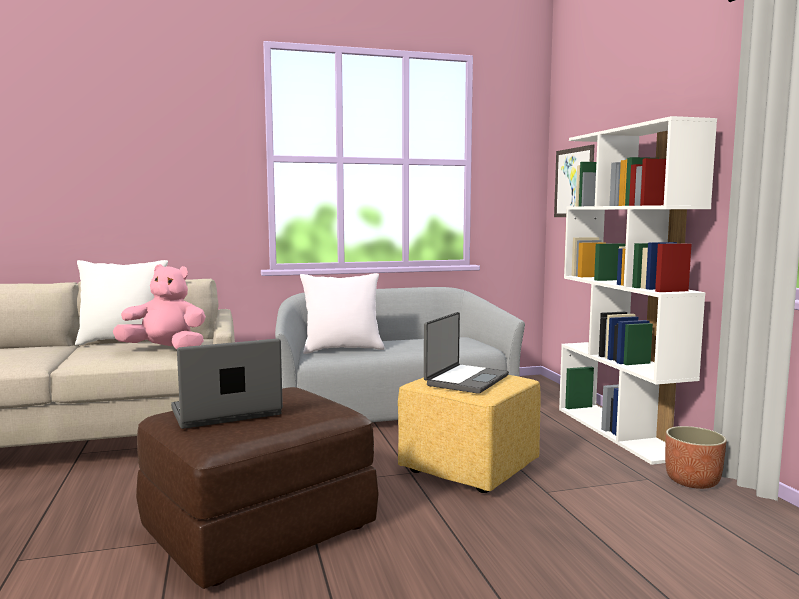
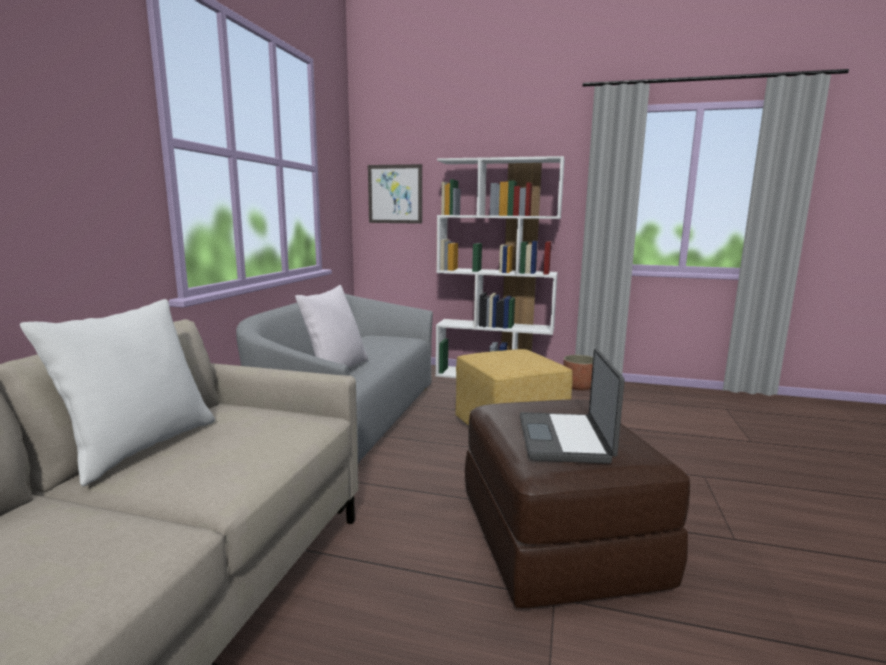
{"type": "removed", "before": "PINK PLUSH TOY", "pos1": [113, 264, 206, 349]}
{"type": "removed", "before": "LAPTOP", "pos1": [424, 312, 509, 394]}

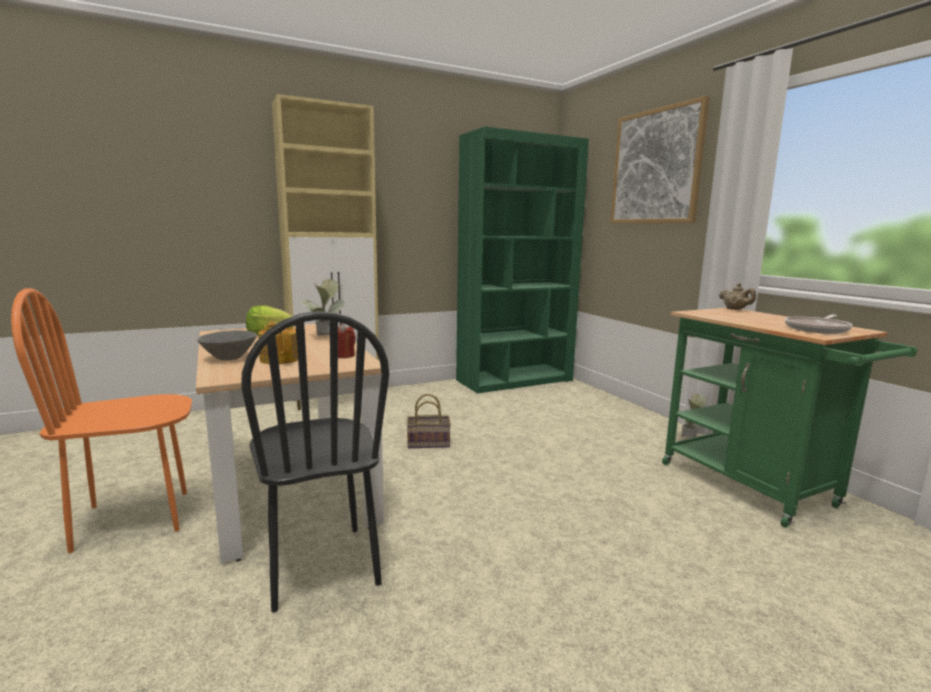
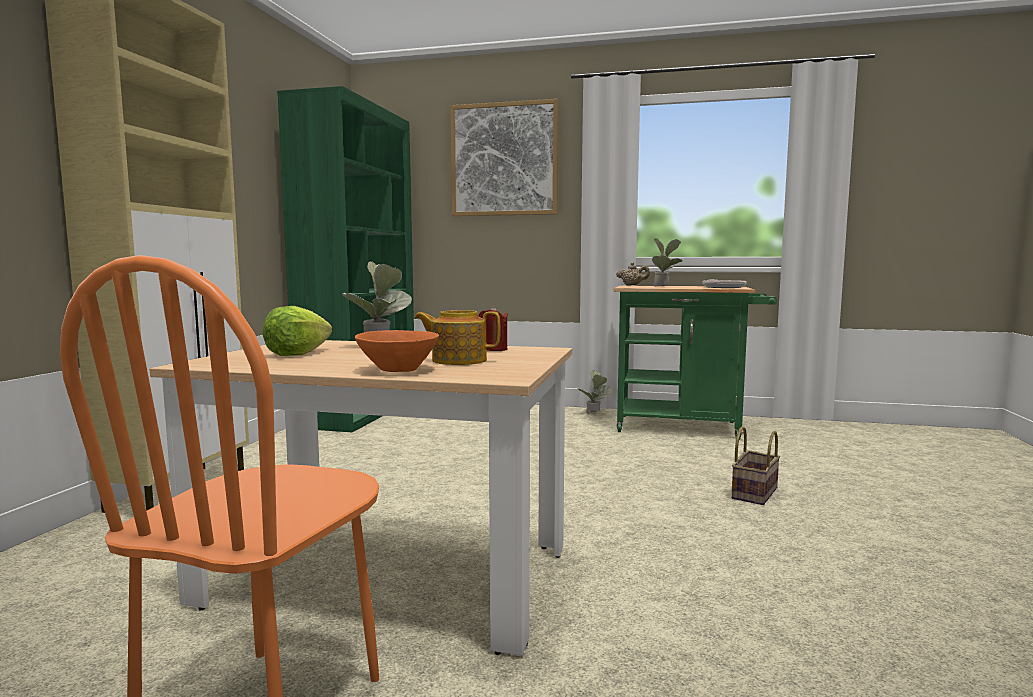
{"type": "removed", "before": "BLACK CHAIR", "pos1": [241, 311, 389, 613]}
{"type": "added", "after": "POTTED PLANT", "pos2": [652, 238, 683, 286]}
{"type": "moved", "before": "BASKET", "pos1": [407, 394, 451, 448], "pos2": [731, 426, 780, 505]}
{"type": "recoloured", "before": "GREY BOWL", "after": "ORANGE BOWL", "pos1": [197, 330, 257, 361], "pos2": [355, 330, 439, 372]}

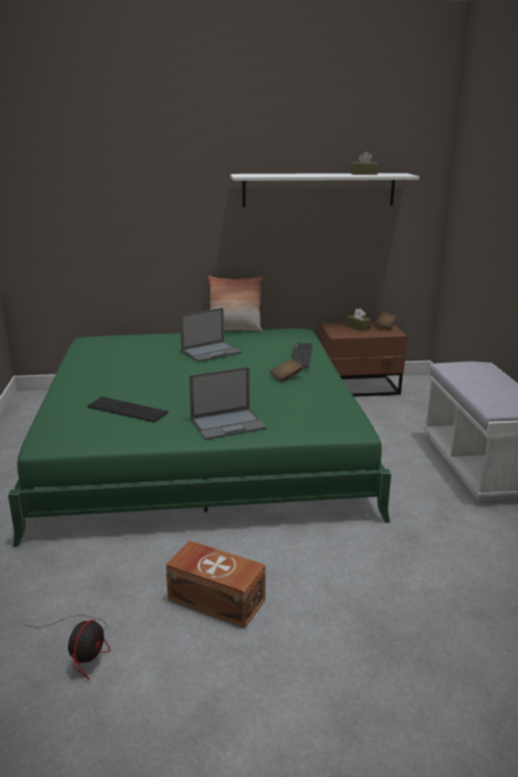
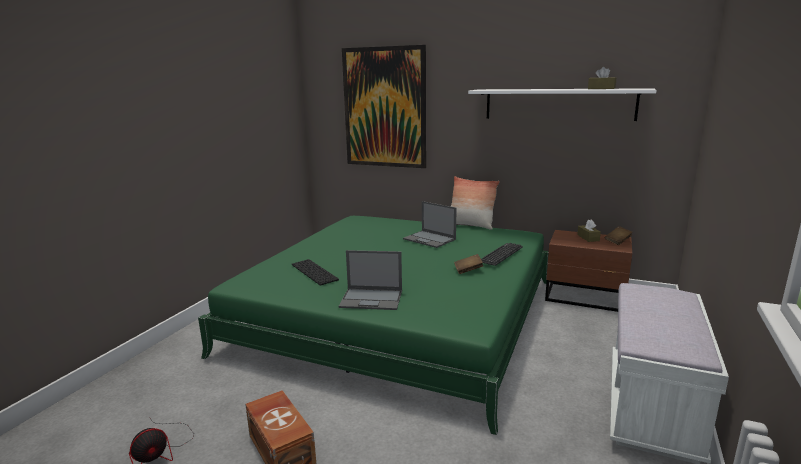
{"type": "added", "after": "PICTURE", "pos2": [342, 45, 426, 168]}
{"type": "turned", "before": "LAPTOP", "pos1": [180, 308, 242, 362], "pos2": [403, 201, 457, 248], "turn": 45}

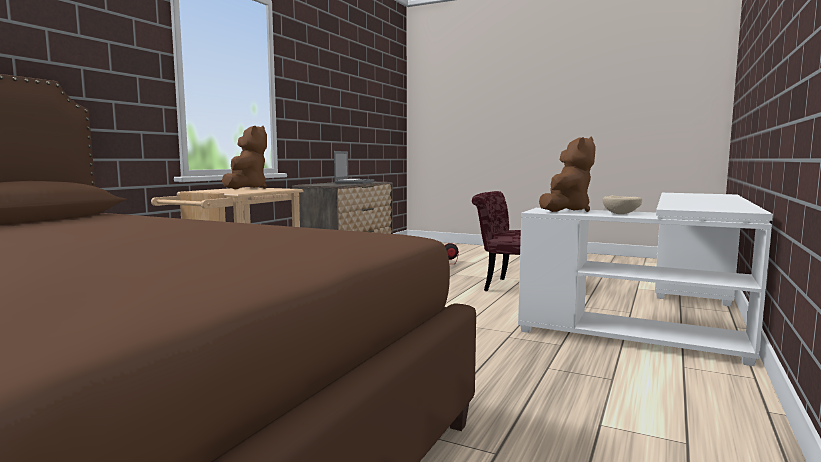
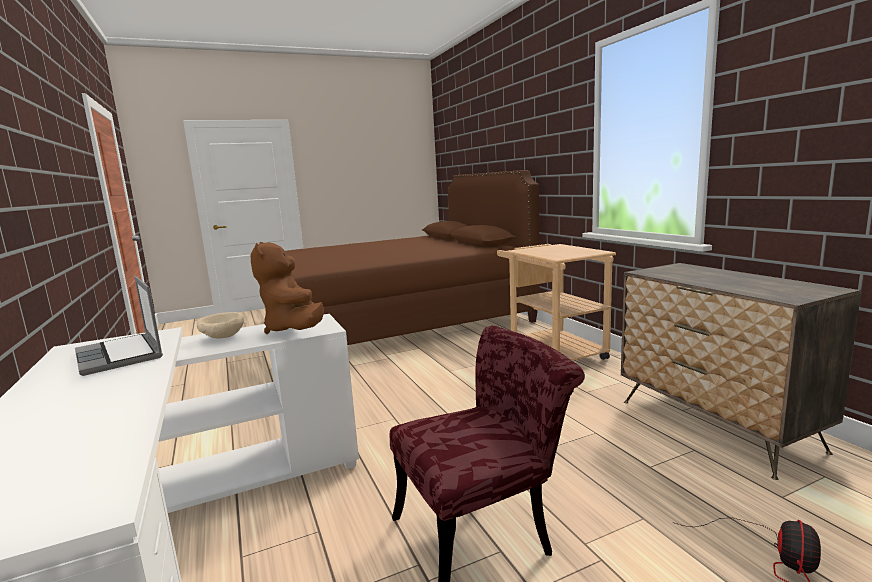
{"type": "removed", "before": "BROWN PLUSH TOY", "pos1": [222, 126, 267, 189]}
{"type": "moved", "before": "LAPTOP", "pos1": [334, 151, 374, 184], "pos2": [75, 276, 163, 376]}

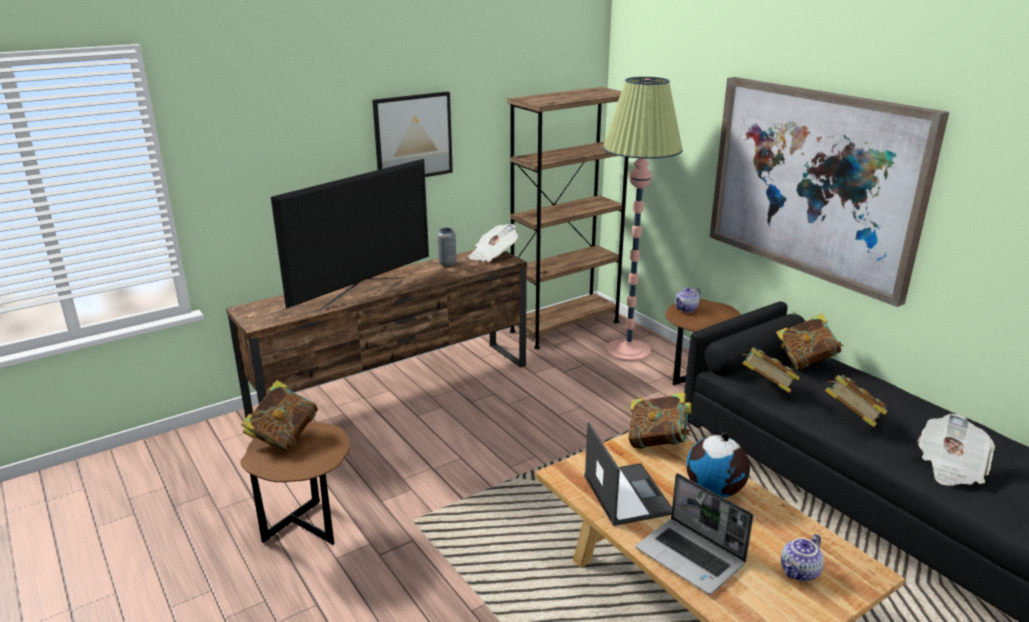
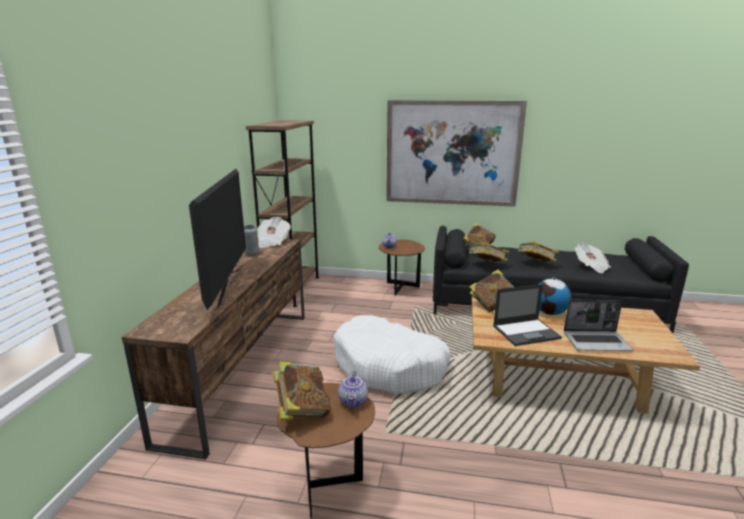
{"type": "removed", "before": "PICTURE", "pos1": [372, 91, 453, 177]}
{"type": "removed", "before": "FLOOR LAMP", "pos1": [603, 77, 683, 362]}
{"type": "added", "after": "WHITE DOG BED", "pos2": [334, 315, 451, 394]}
{"type": "moved", "before": "TEAPOT", "pos1": [781, 534, 824, 581], "pos2": [338, 371, 368, 409]}
{"type": "turned", "before": "LAPTOP", "pos1": [584, 422, 672, 526], "pos2": [493, 284, 562, 346], "turn": 135}

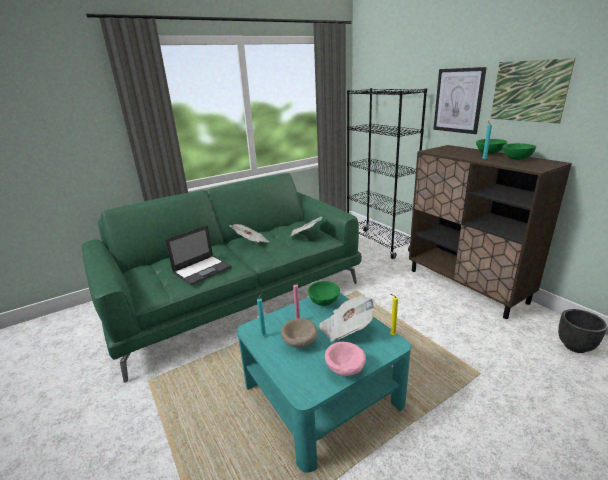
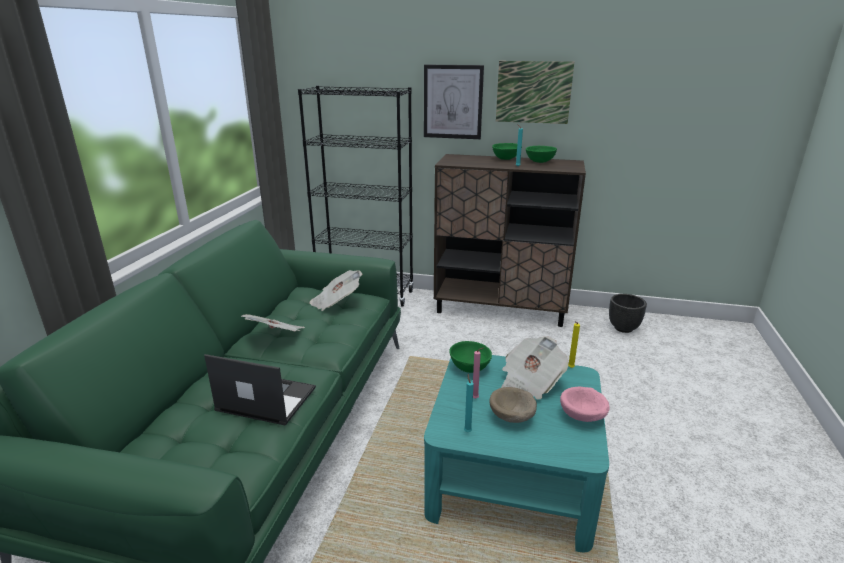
{"type": "turned", "before": "LAPTOP", "pos1": [165, 225, 232, 286], "pos2": [204, 354, 316, 426], "turn": -75}

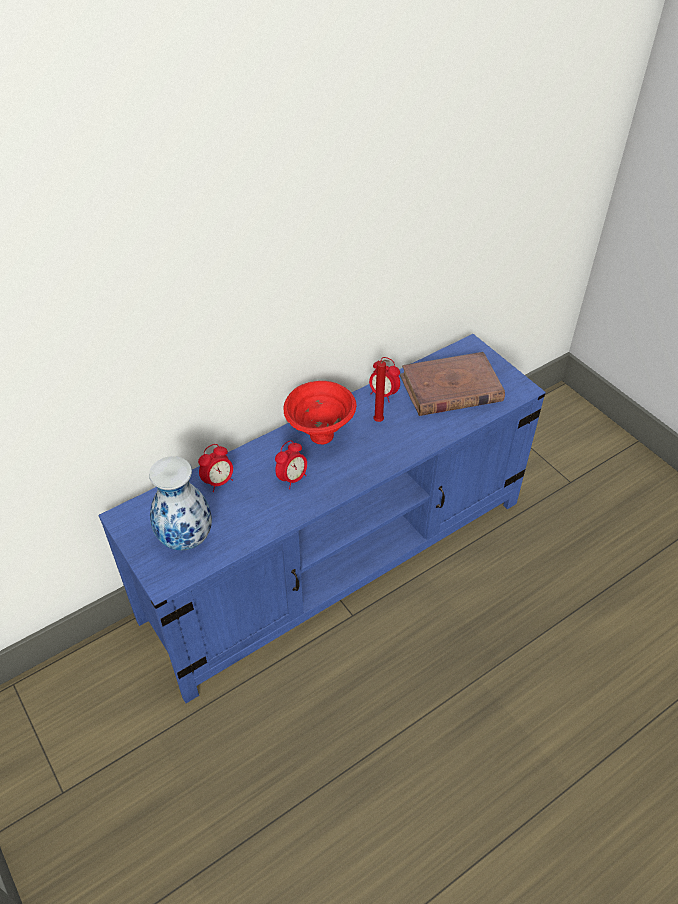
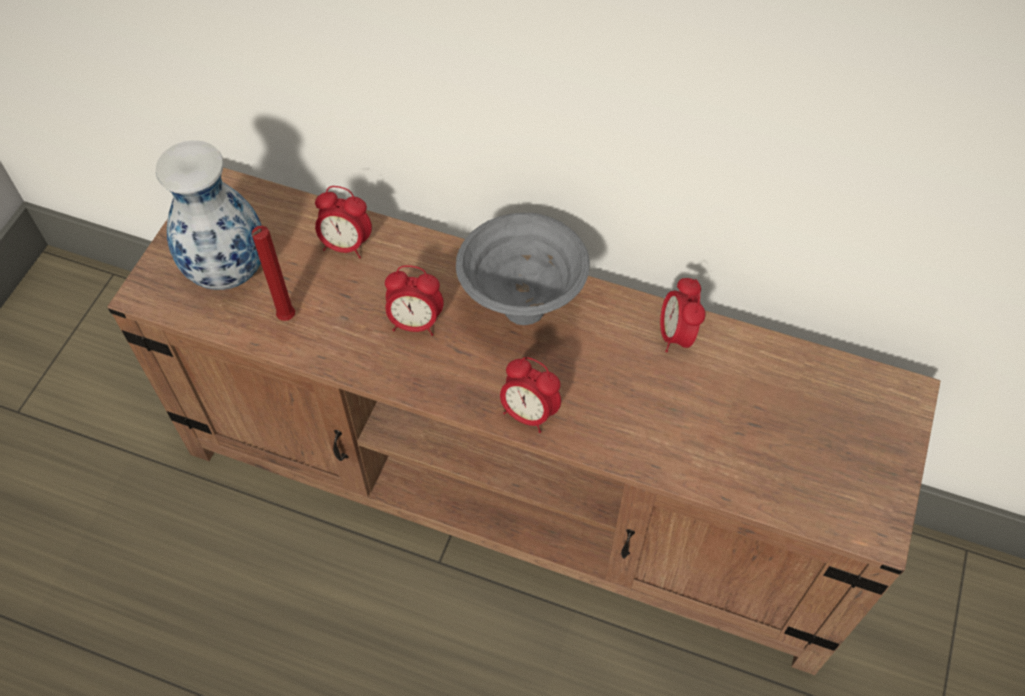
{"type": "removed", "before": "BROWN BOOK", "pos1": [400, 352, 505, 416]}
{"type": "added", "after": "ALARM CLOCK", "pos2": [500, 357, 561, 433]}
{"type": "moved", "before": "RED CANDLE", "pos1": [374, 360, 389, 422], "pos2": [252, 226, 295, 321]}
{"type": "recoloured", "before": "BLUE TV STAND", "after": "BROWN TV STAND", "pos1": [99, 334, 546, 703], "pos2": [107, 167, 940, 675]}
{"type": "recoloured", "before": "RED BOWL", "after": "GREY BOWL", "pos1": [284, 381, 356, 444], "pos2": [456, 213, 590, 325]}

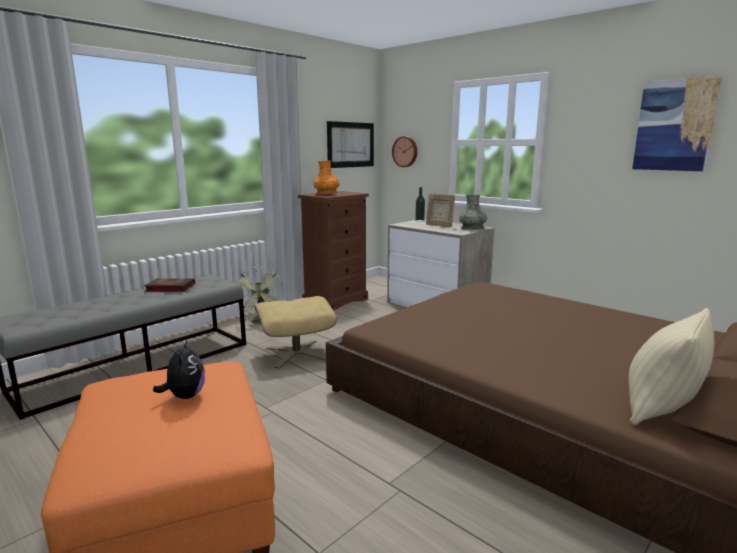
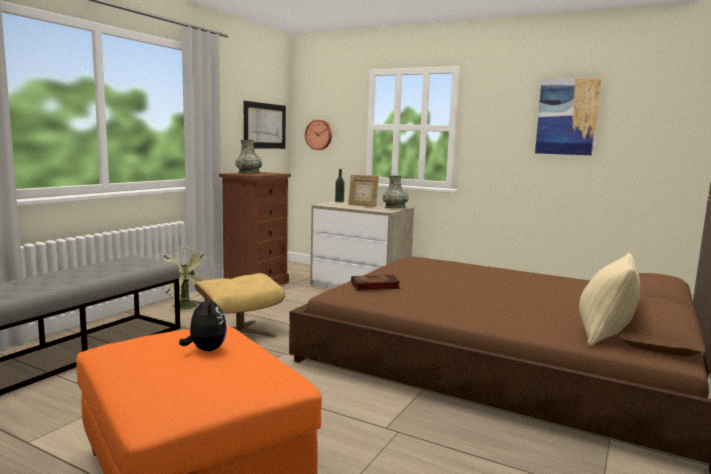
{"type": "moved", "before": "BOOK", "pos1": [144, 278, 195, 292], "pos2": [351, 275, 400, 291]}
{"type": "recoloured", "before": "ORANGE VASE", "after": "GREY VASE", "pos1": [314, 161, 340, 195], "pos2": [235, 140, 262, 174]}

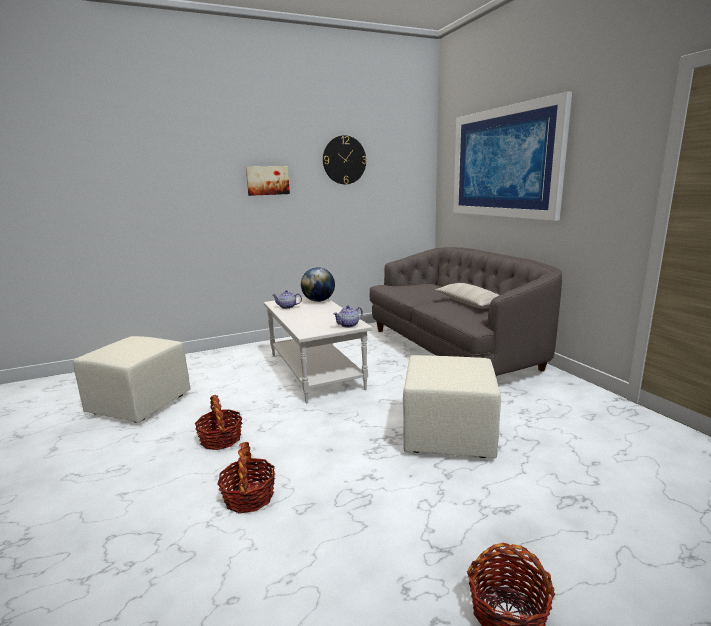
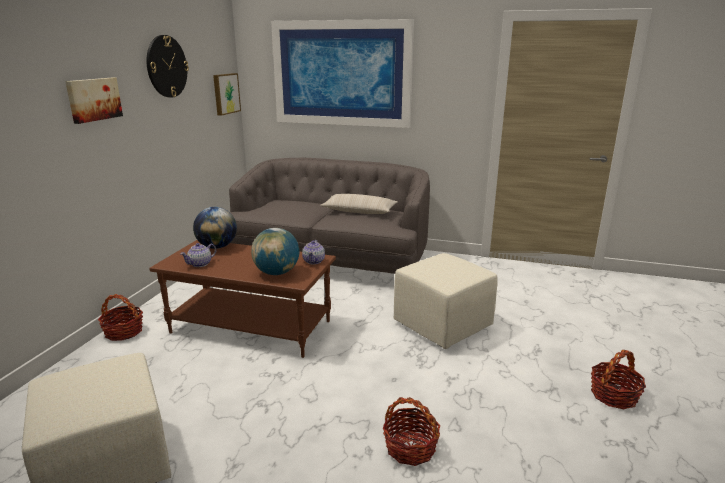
{"type": "added", "after": "PICTURE", "pos2": [213, 73, 241, 116]}
{"type": "added", "after": "GLOBE", "pos2": [251, 228, 299, 275]}
{"type": "moved", "before": "BASKET", "pos1": [195, 395, 242, 450], "pos2": [98, 294, 143, 341]}
{"type": "recoloured", "before": "WHITE COFFEE TABLE", "after": "BROWN COFFEE TABLE", "pos1": [264, 296, 373, 403], "pos2": [149, 240, 336, 358]}

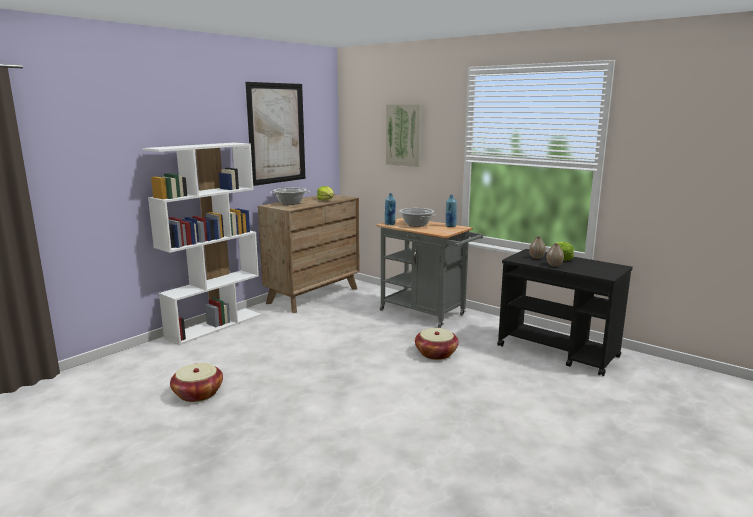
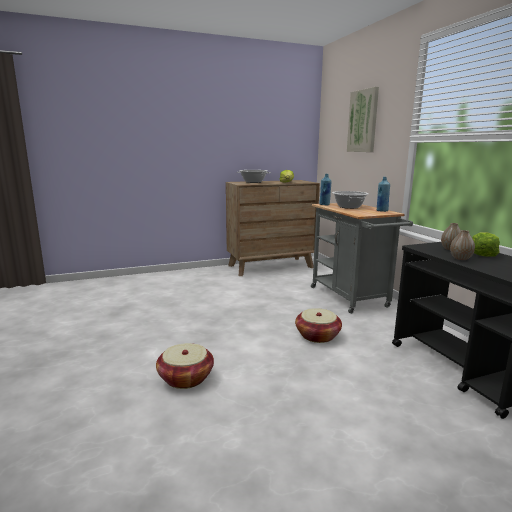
{"type": "removed", "before": "WHITE BOOKCASE", "pos1": [142, 143, 261, 345]}
{"type": "removed", "before": "PICTURE", "pos1": [245, 82, 305, 186]}
{"type": "moved", "before": "BASKET", "pos1": [170, 363, 223, 402], "pos2": [156, 343, 214, 389]}

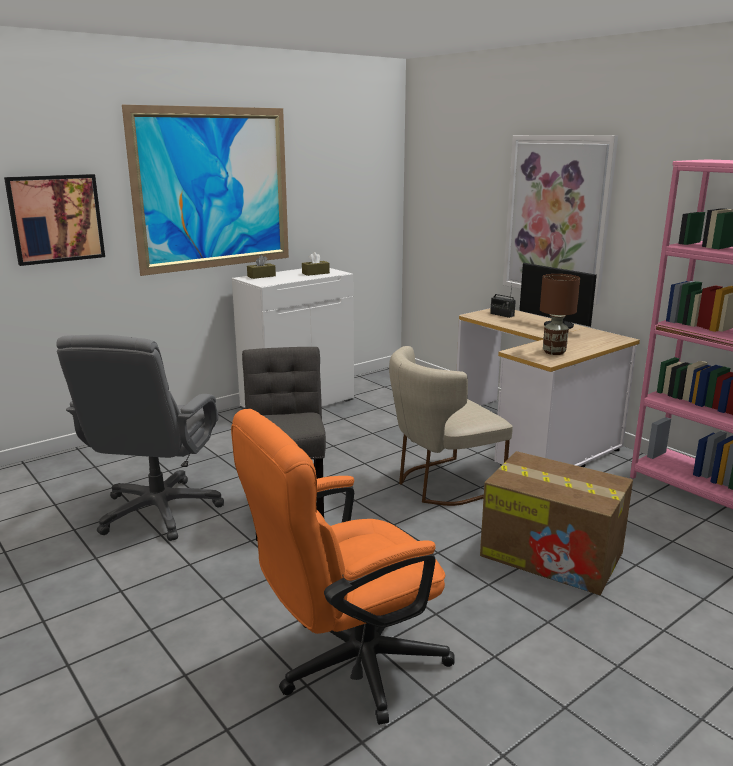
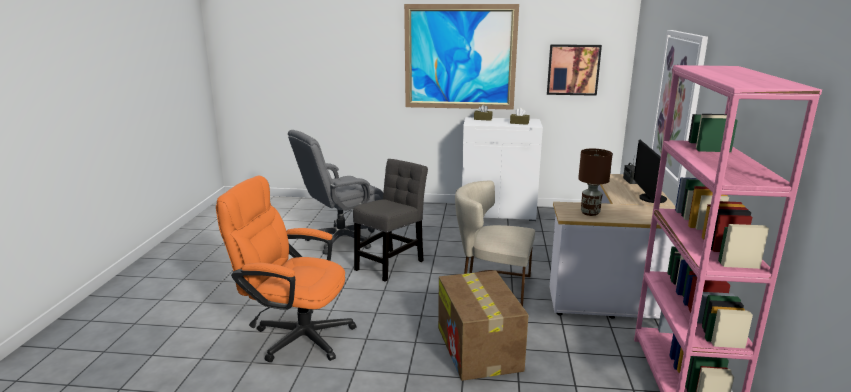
{"type": "moved", "before": "PICTURE", "pos1": [4, 174, 105, 266], "pos2": [547, 44, 602, 96]}

